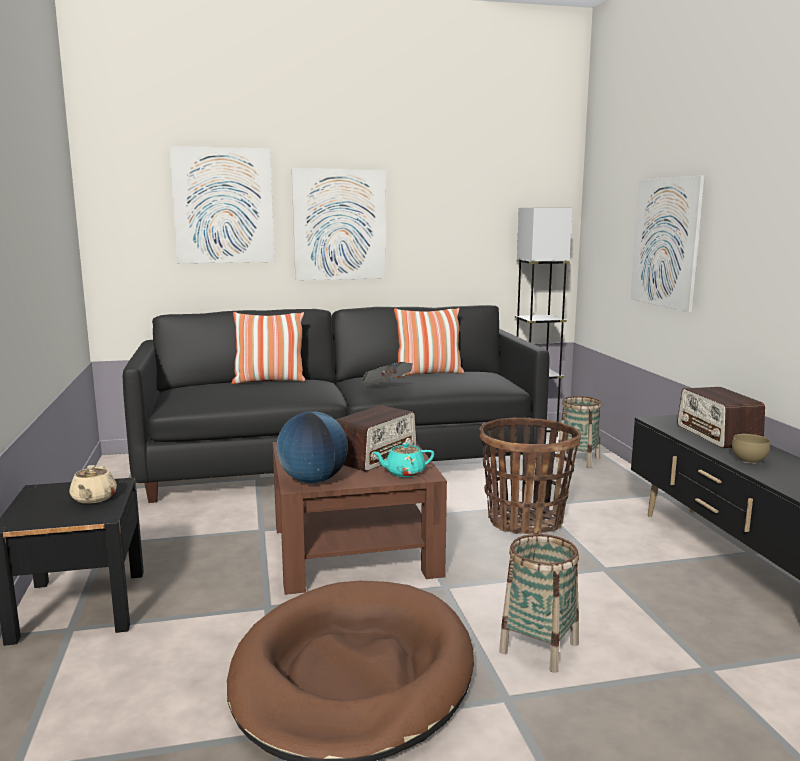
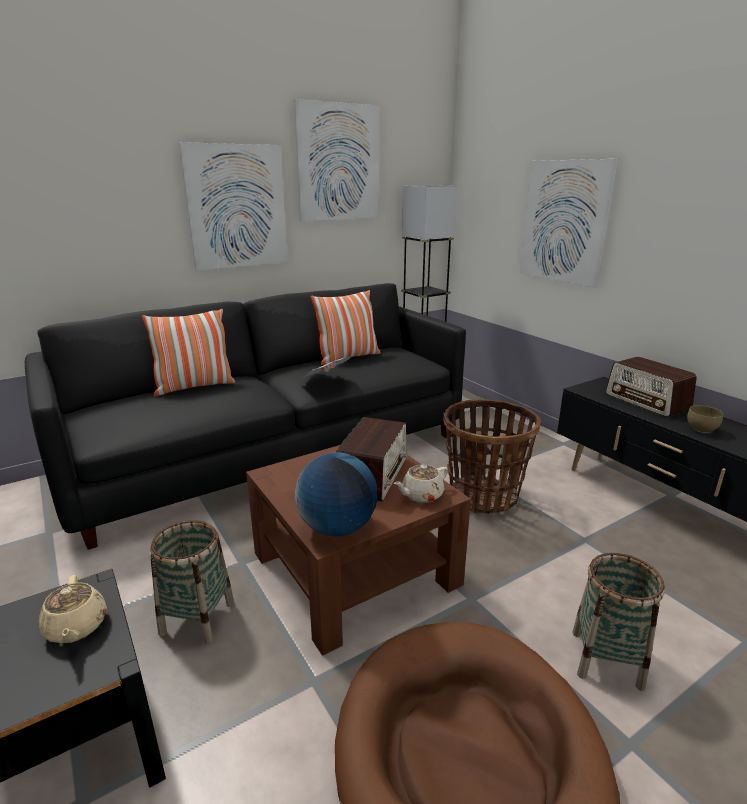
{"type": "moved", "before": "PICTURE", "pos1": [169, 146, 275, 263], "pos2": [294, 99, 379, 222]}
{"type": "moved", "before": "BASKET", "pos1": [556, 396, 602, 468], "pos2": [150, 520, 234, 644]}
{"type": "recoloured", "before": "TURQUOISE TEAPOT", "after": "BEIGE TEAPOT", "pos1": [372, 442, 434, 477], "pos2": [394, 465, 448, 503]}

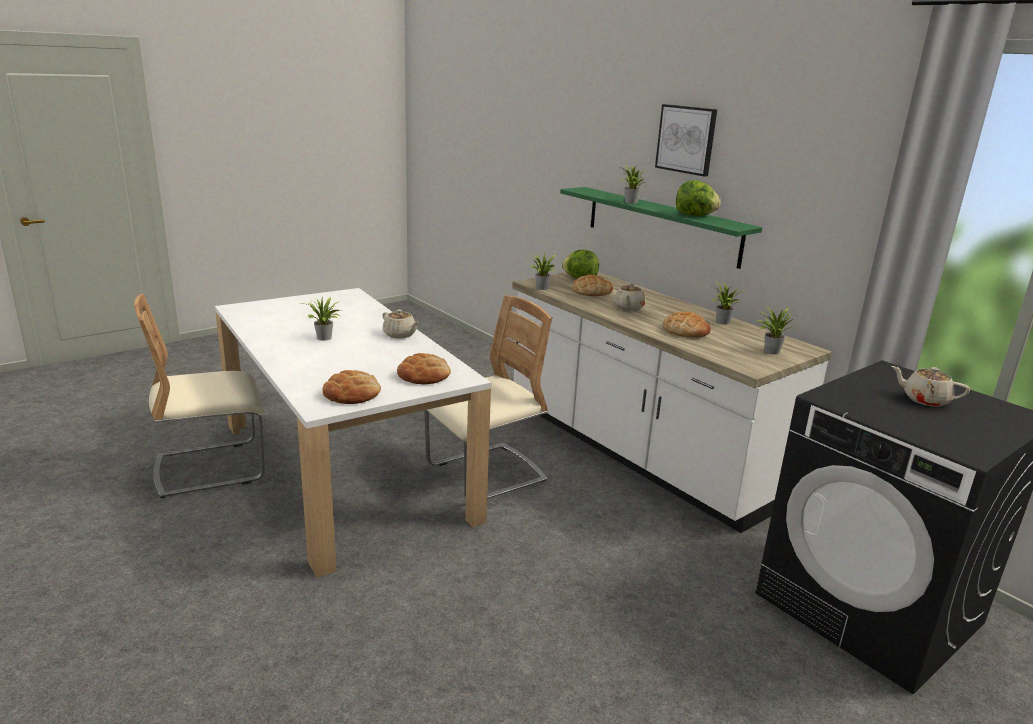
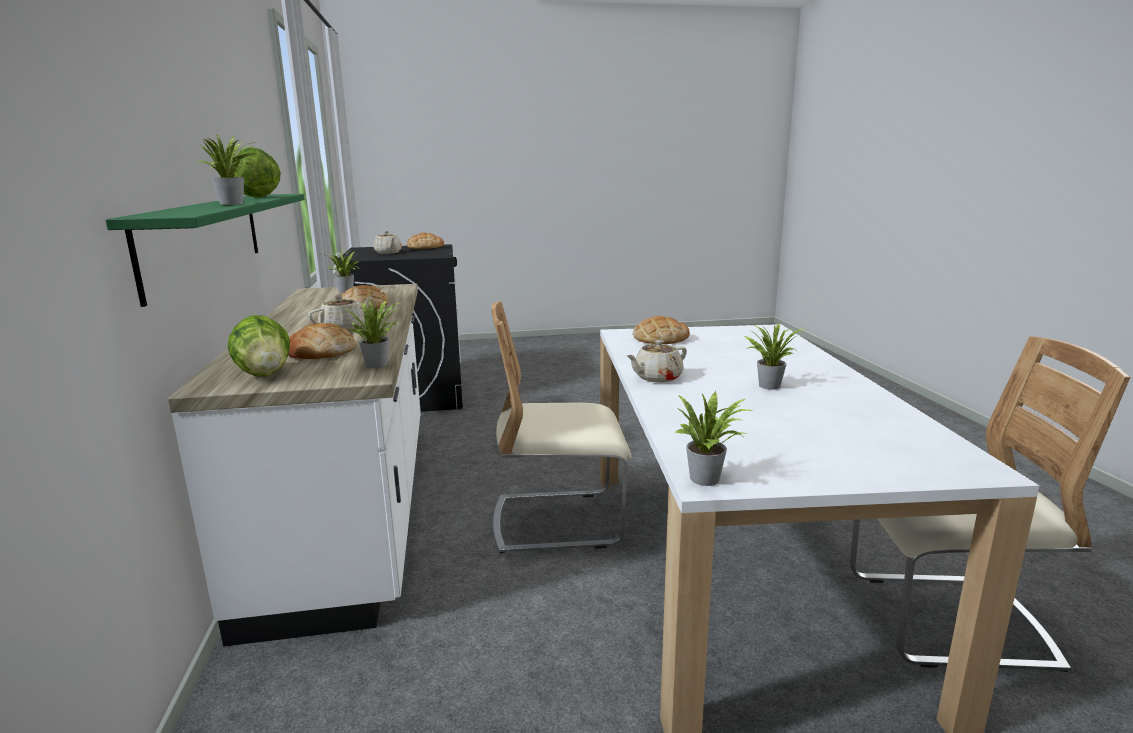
{"type": "removed", "before": "PICTURE", "pos1": [655, 104, 717, 177]}
{"type": "moved", "before": "BREAD", "pos1": [322, 370, 381, 404], "pos2": [407, 232, 444, 249]}
{"type": "moved", "before": "POTTED PLANT", "pos1": [709, 282, 744, 324], "pos2": [673, 391, 753, 486]}
{"type": "turned", "before": "BEIGE TEAPOT", "pos1": [383, 309, 419, 338], "pos2": [626, 340, 687, 383], "turn": -105}

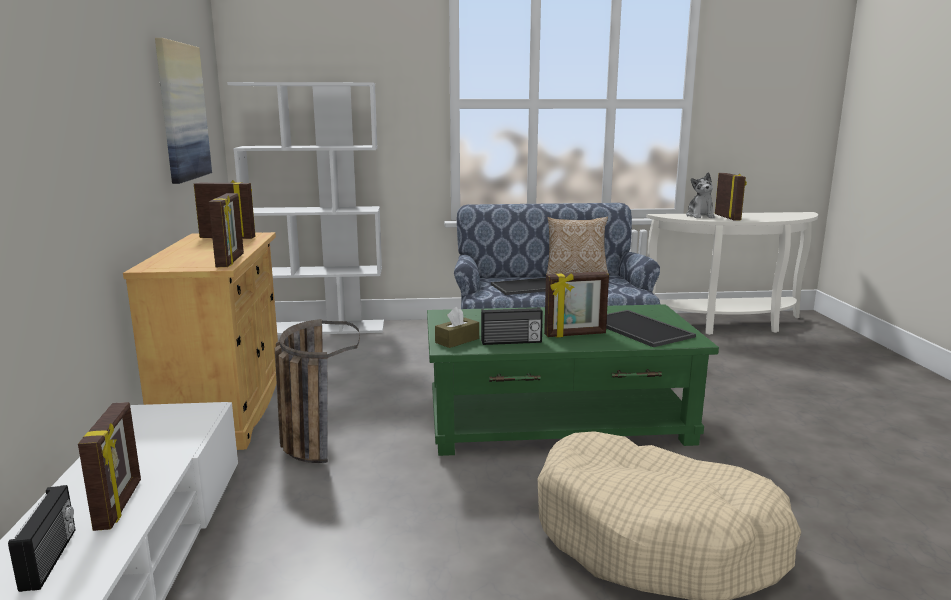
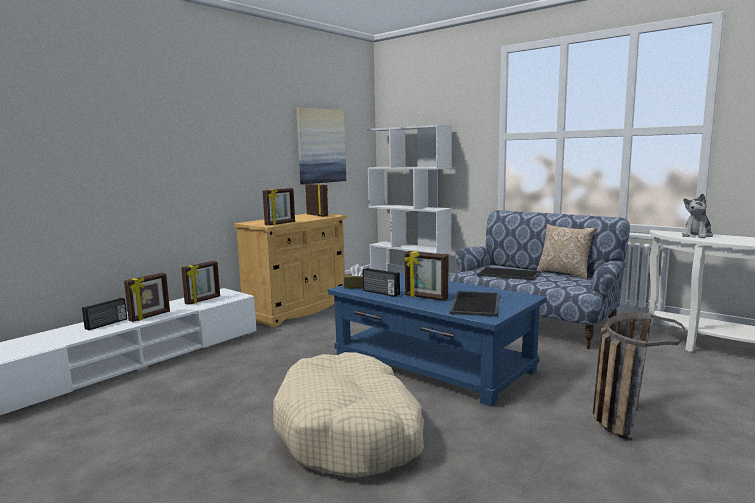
{"type": "moved", "before": "BASKET", "pos1": [275, 319, 360, 463], "pos2": [593, 313, 685, 441]}
{"type": "moved", "before": "PICTURE FRAME", "pos1": [715, 173, 747, 220], "pos2": [181, 261, 220, 305]}
{"type": "recoloured", "before": "GREEN COFFEE TABLE", "after": "BLUE COFFEE TABLE", "pos1": [427, 304, 719, 456], "pos2": [328, 271, 547, 407]}

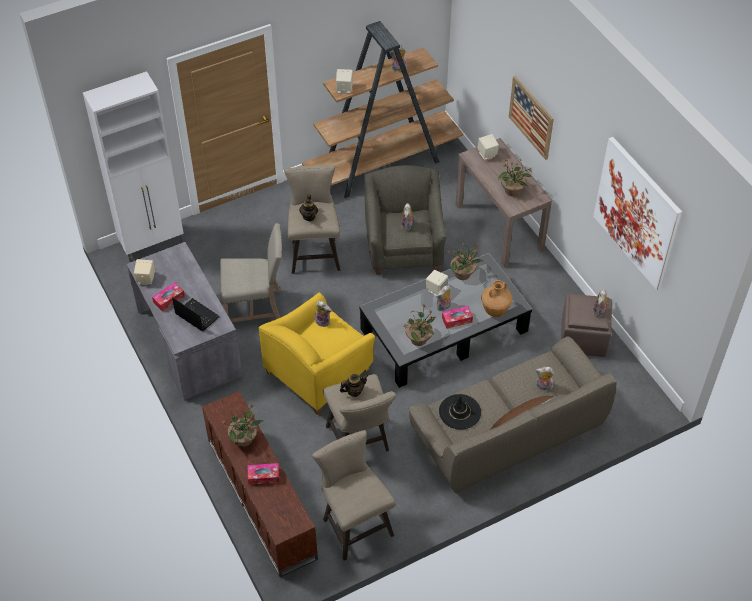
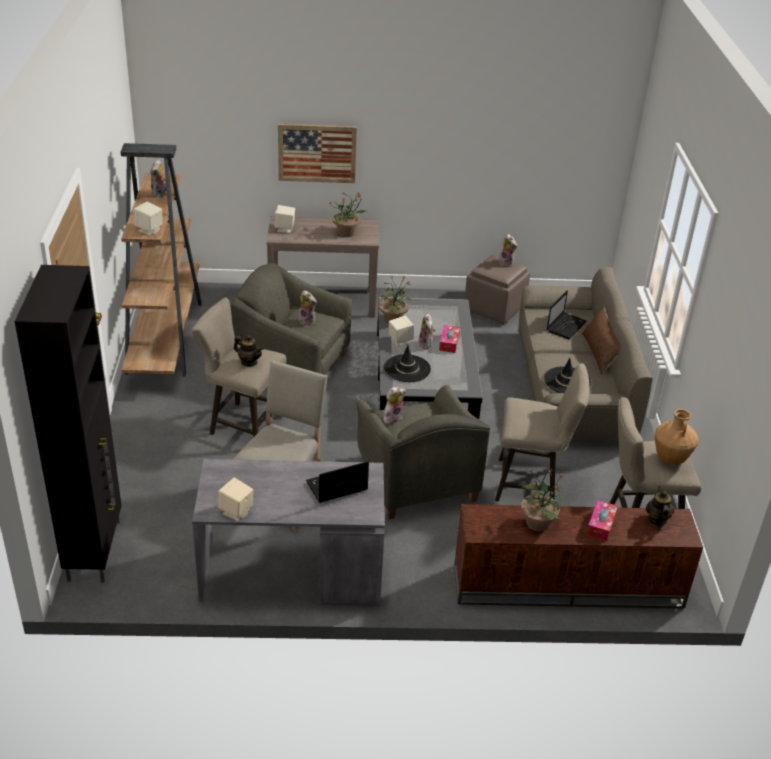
{"type": "removed", "before": "TISSUE BOX", "pos1": [152, 282, 185, 311]}
{"type": "removed", "before": "POTTED PLANT", "pos1": [404, 305, 436, 346]}
{"type": "removed", "before": "PICTURE", "pos1": [593, 137, 682, 290]}
{"type": "added", "after": "BLACK HAT", "pos2": [384, 345, 431, 382]}
{"type": "moved", "before": "TEAPOT", "pos1": [340, 374, 368, 397], "pos2": [646, 486, 674, 526]}
{"type": "moved", "before": "BROWN VASE", "pos1": [481, 280, 513, 317], "pos2": [655, 409, 699, 465]}
{"type": "replaced", "before": "PLUSH TOY", "after": "LAPTOP", "pos1": [535, 367, 554, 391], "pos2": [546, 290, 587, 339]}
{"type": "recoloured", "before": "WHITE CABINET", "after": "BLACK CABINET", "pos1": [83, 71, 184, 262], "pos2": [15, 265, 122, 582]}
{"type": "recoloured", "before": "YELLOW ARMCHAIR", "after": "GREY ARMCHAIR", "pos1": [259, 293, 375, 415], "pos2": [356, 385, 490, 519]}

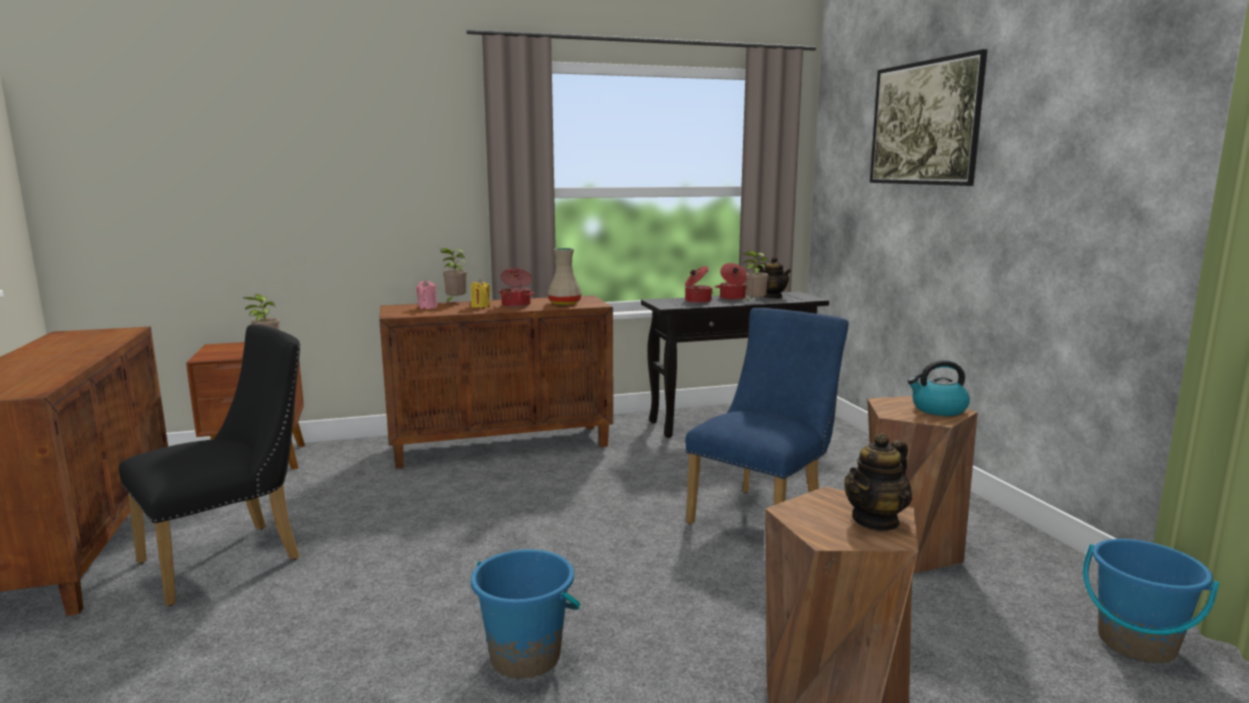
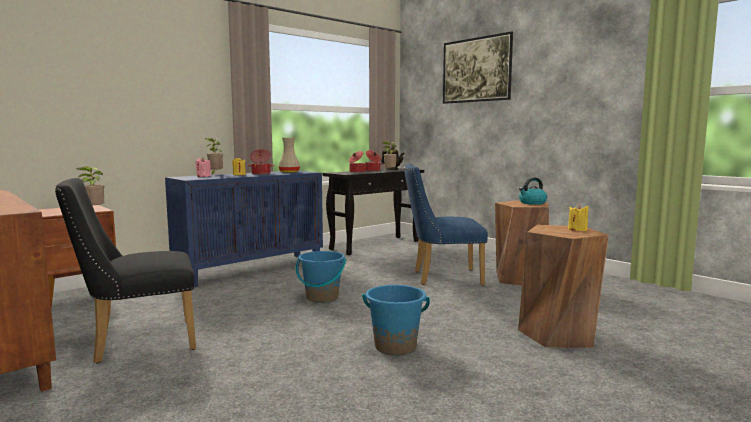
{"type": "moved", "before": "BLUE BUCKET", "pos1": [1083, 539, 1220, 663], "pos2": [296, 251, 346, 302]}
{"type": "replaced", "before": "TEAPOT", "after": "YELLOW CANDLE", "pos1": [845, 433, 912, 532], "pos2": [568, 203, 589, 231]}
{"type": "recoloured", "before": "BROWN CABINET", "after": "BLUE CABINET", "pos1": [379, 295, 613, 469], "pos2": [165, 171, 323, 287]}
{"type": "turned", "before": "BLACK CHAIR", "pos1": [119, 324, 300, 606], "pos2": [55, 178, 196, 363], "turn": -135}
{"type": "turned", "before": "BLUE CHAIR", "pos1": [686, 308, 849, 524], "pos2": [404, 164, 488, 285], "turn": -105}

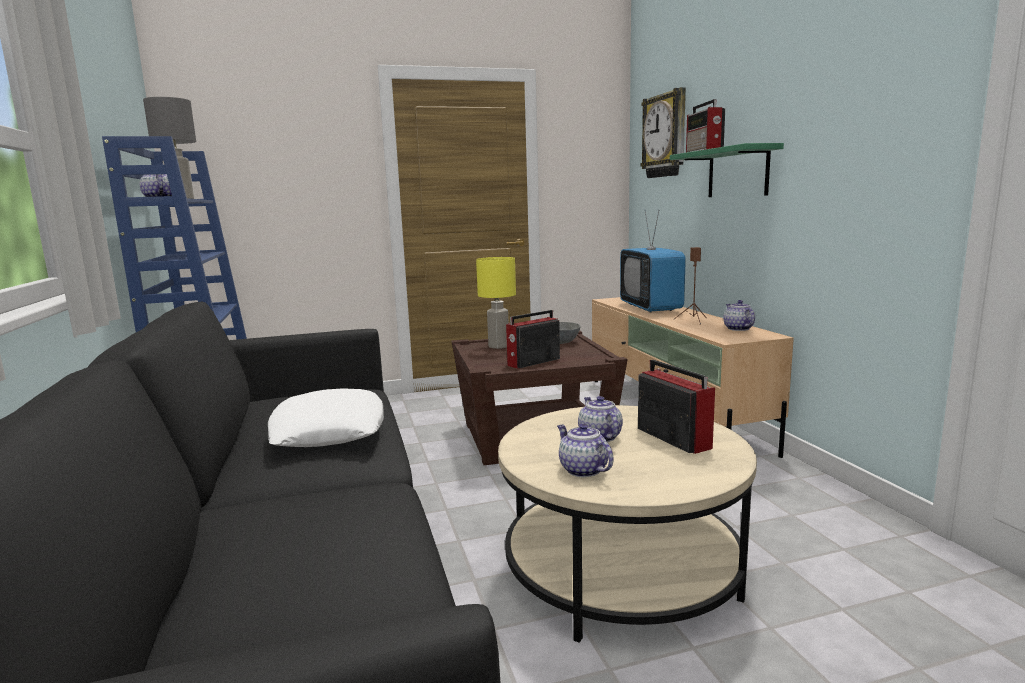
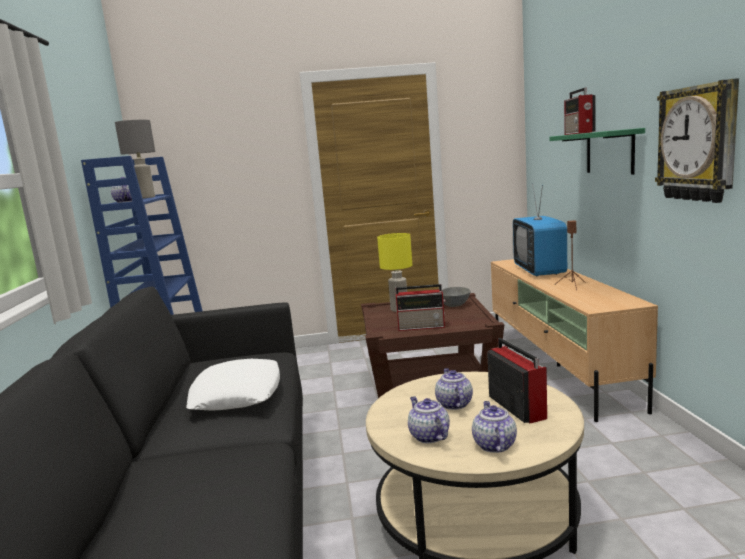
{"type": "moved", "before": "WALL CLOCK", "pos1": [641, 87, 686, 178], "pos2": [655, 78, 739, 203]}
{"type": "moved", "before": "TEAPOT", "pos1": [723, 300, 755, 331], "pos2": [472, 401, 517, 453]}
{"type": "turned", "before": "RADIO", "pos1": [506, 310, 560, 369], "pos2": [395, 284, 446, 331], "turn": -150}

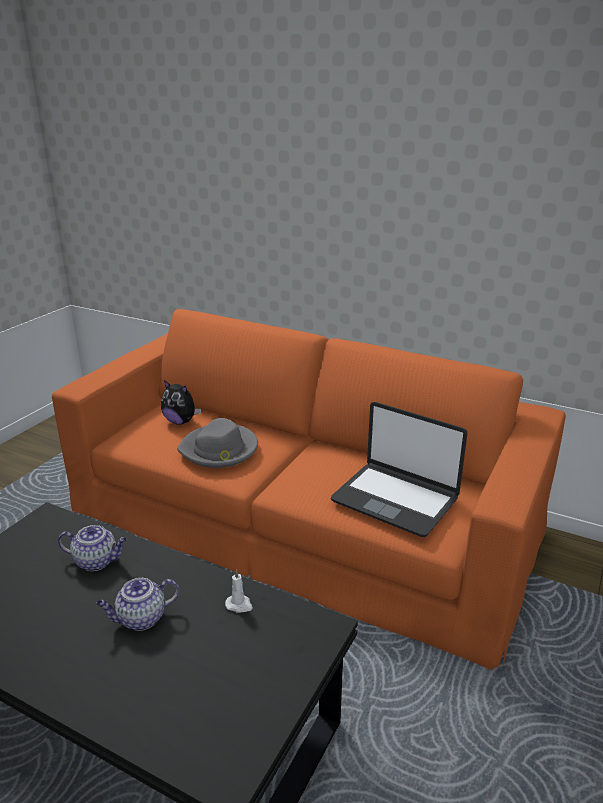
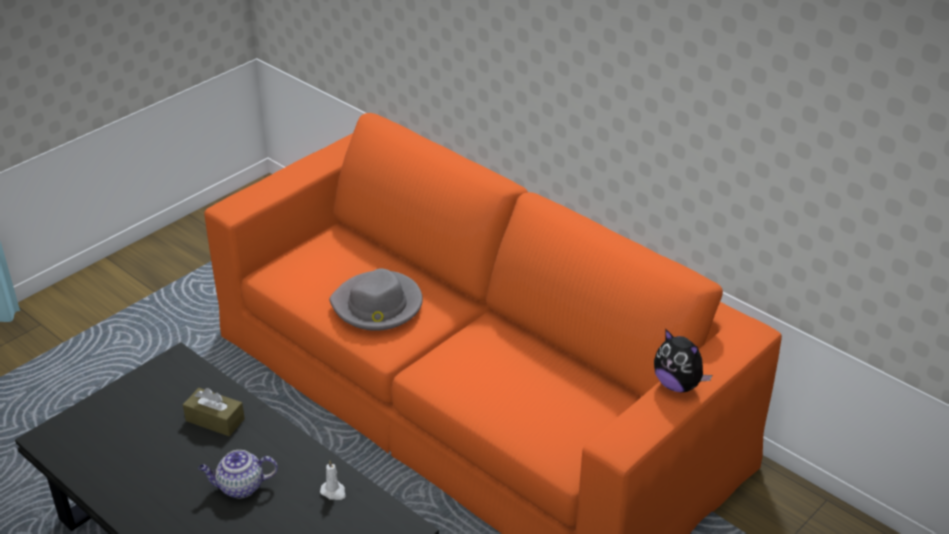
{"type": "removed", "before": "LAPTOP", "pos1": [331, 402, 467, 537]}
{"type": "moved", "before": "PLUSH TOY", "pos1": [161, 380, 201, 425], "pos2": [654, 328, 712, 392]}
{"type": "replaced", "before": "TEAPOT", "after": "BROWN TISSUE BOX", "pos1": [58, 525, 127, 571], "pos2": [183, 388, 245, 436]}

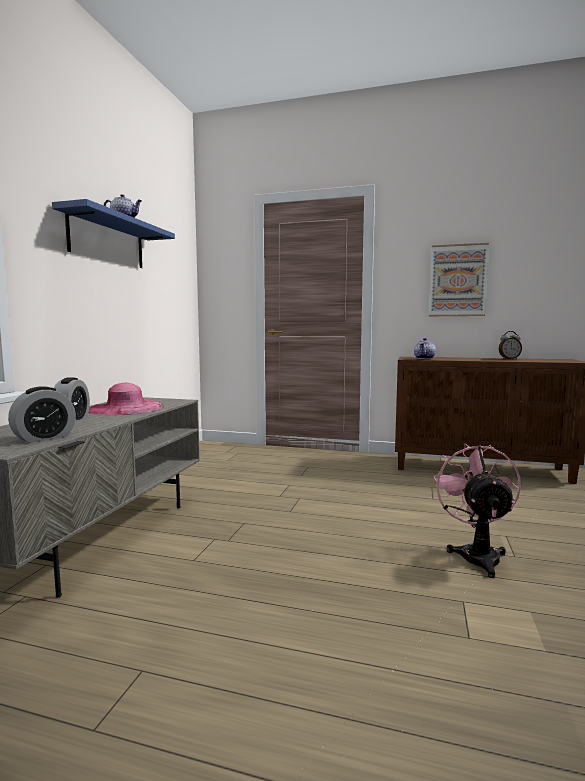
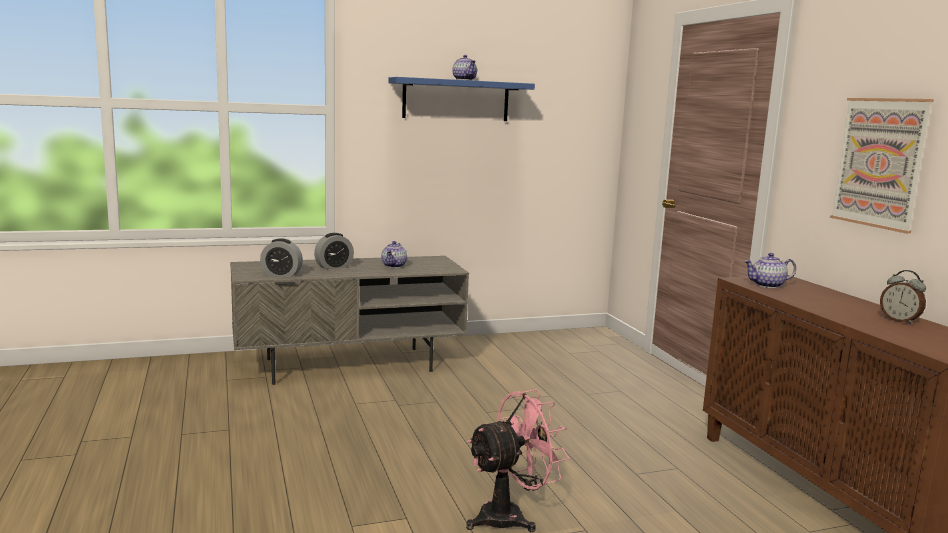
{"type": "replaced", "before": "PINK HAT", "after": "TEAPOT", "pos1": [89, 383, 164, 415], "pos2": [381, 241, 407, 268]}

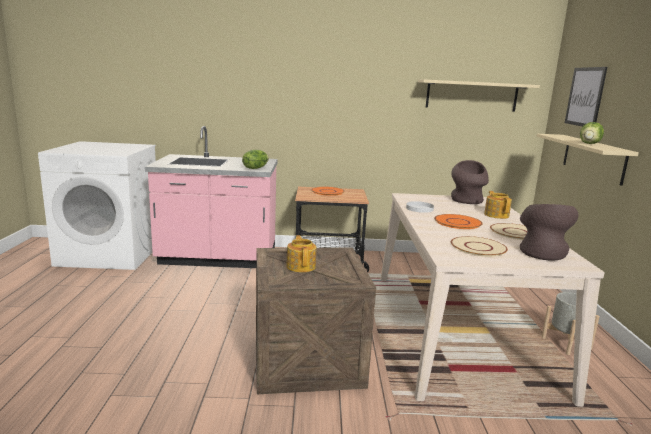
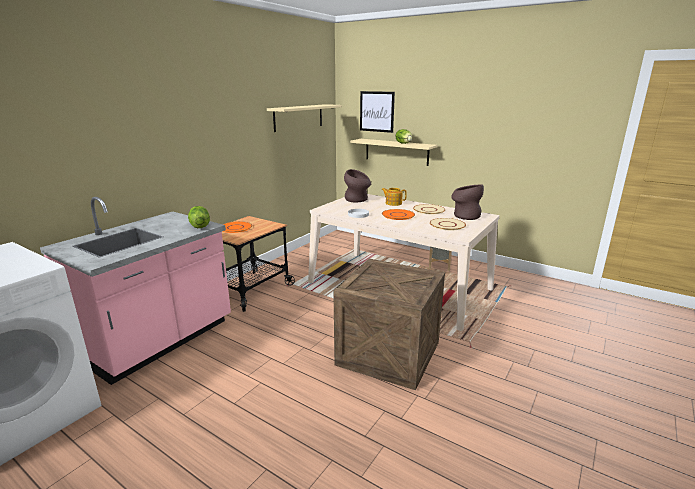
{"type": "removed", "before": "TEAPOT", "pos1": [286, 235, 316, 272]}

